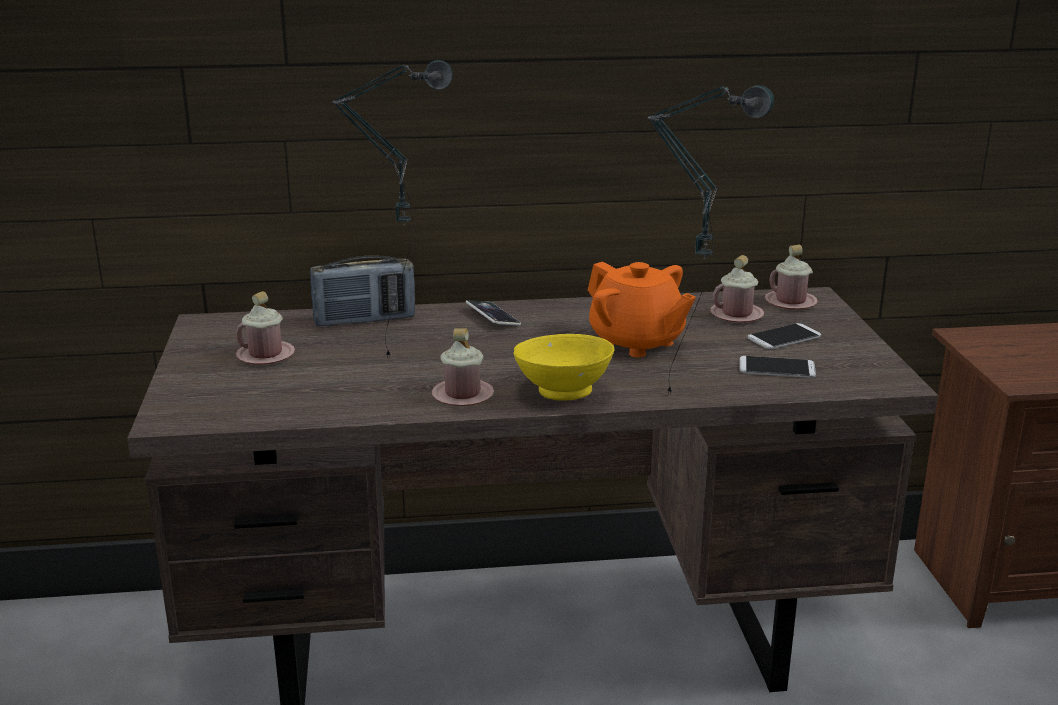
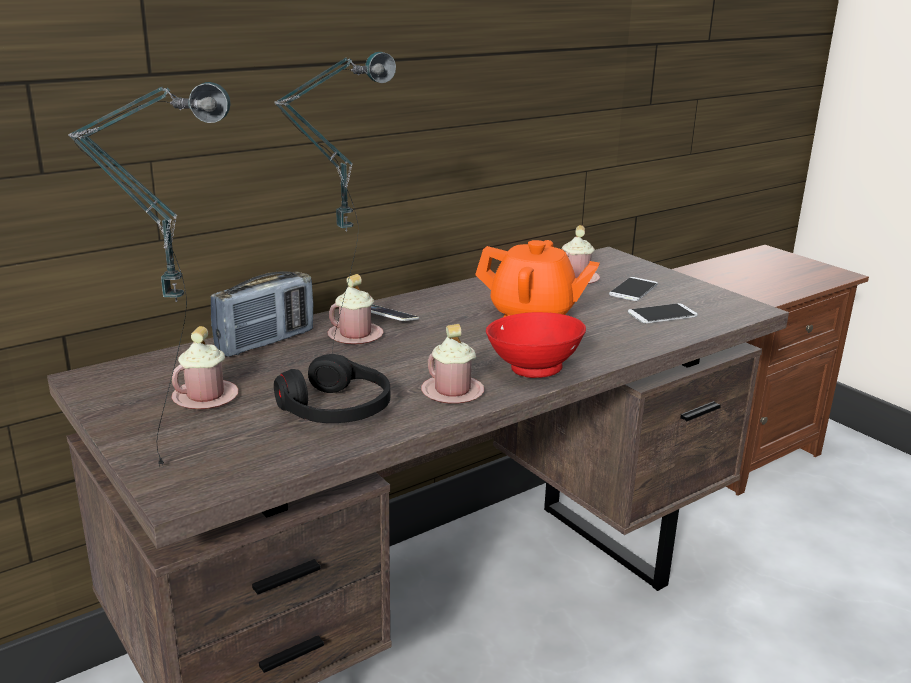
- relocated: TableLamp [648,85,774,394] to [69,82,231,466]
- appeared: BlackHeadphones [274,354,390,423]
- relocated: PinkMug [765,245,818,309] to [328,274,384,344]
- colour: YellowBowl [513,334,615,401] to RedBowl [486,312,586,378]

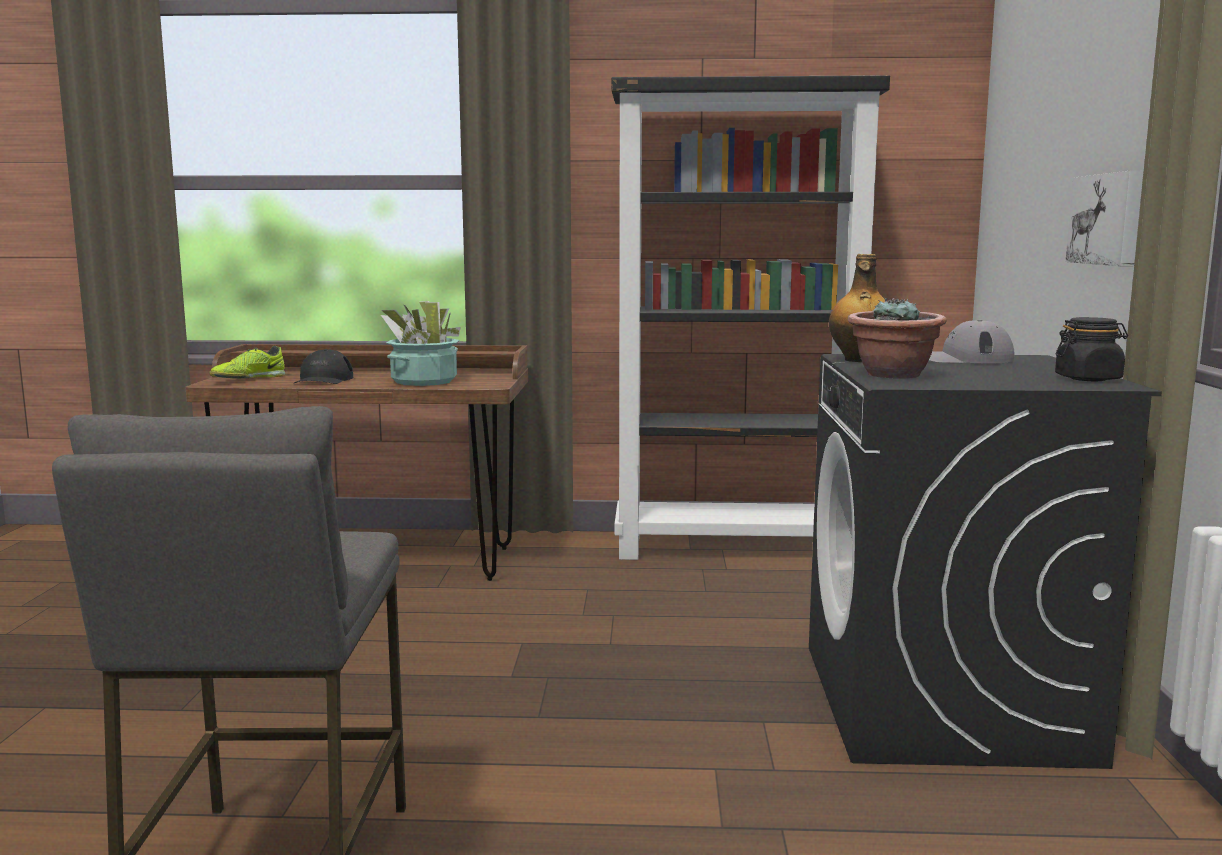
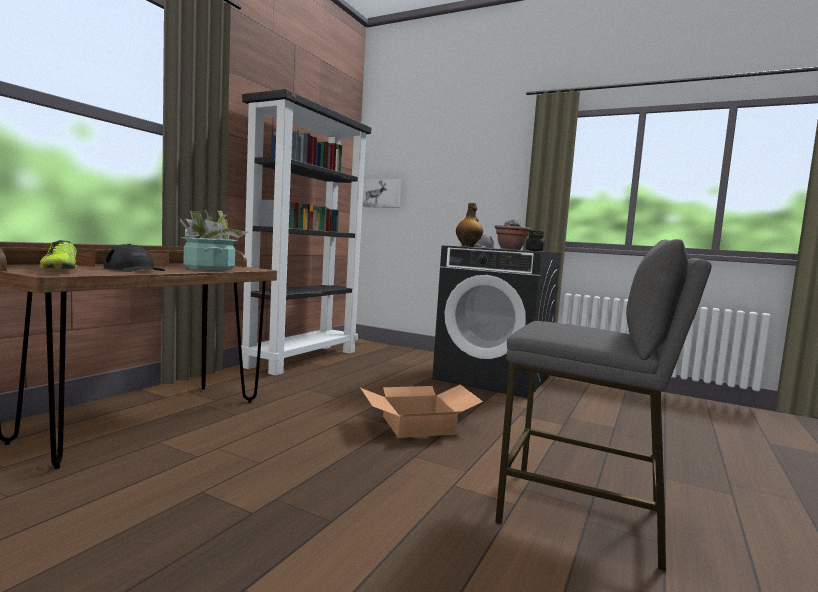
- appeared: CardboardBox [360,385,483,438]
- relocated: Picture [1065,171,1143,266] to [363,179,402,208]

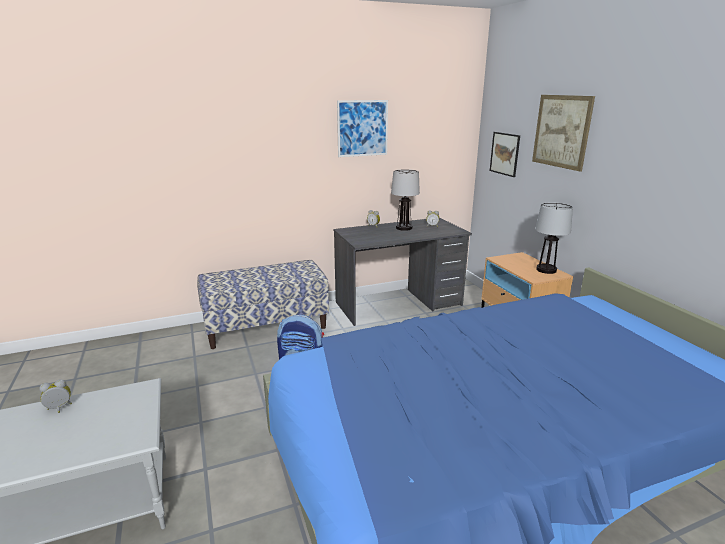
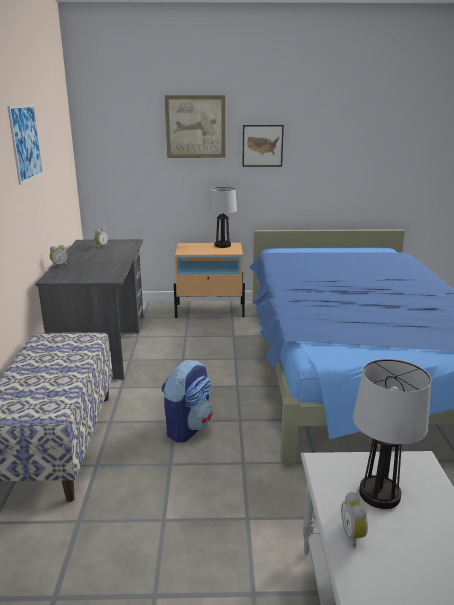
- relocated: Picture [490,132,520,177] to [242,125,284,167]
- relocated: TableLamp [391,169,420,231] to [353,359,431,509]

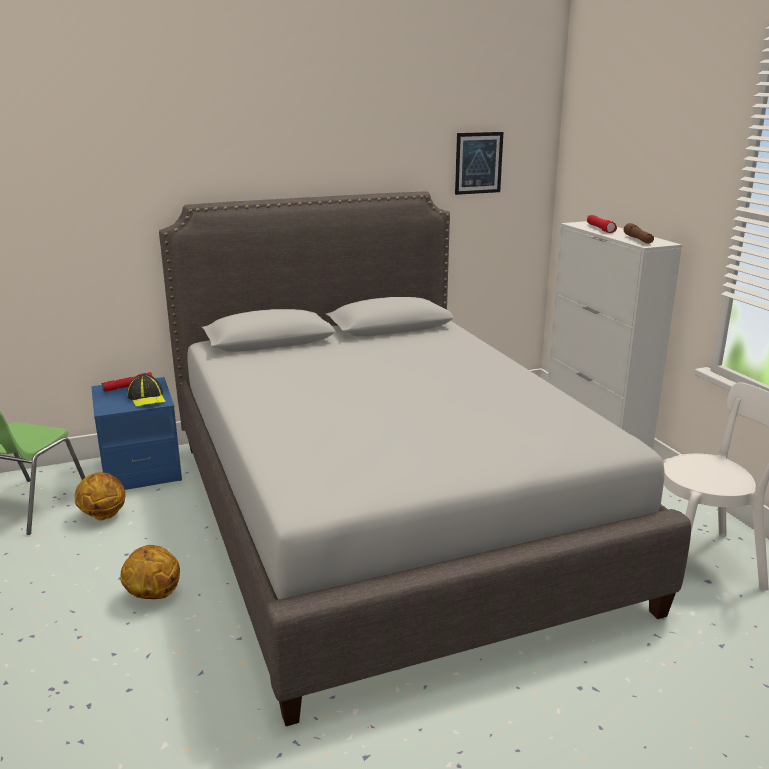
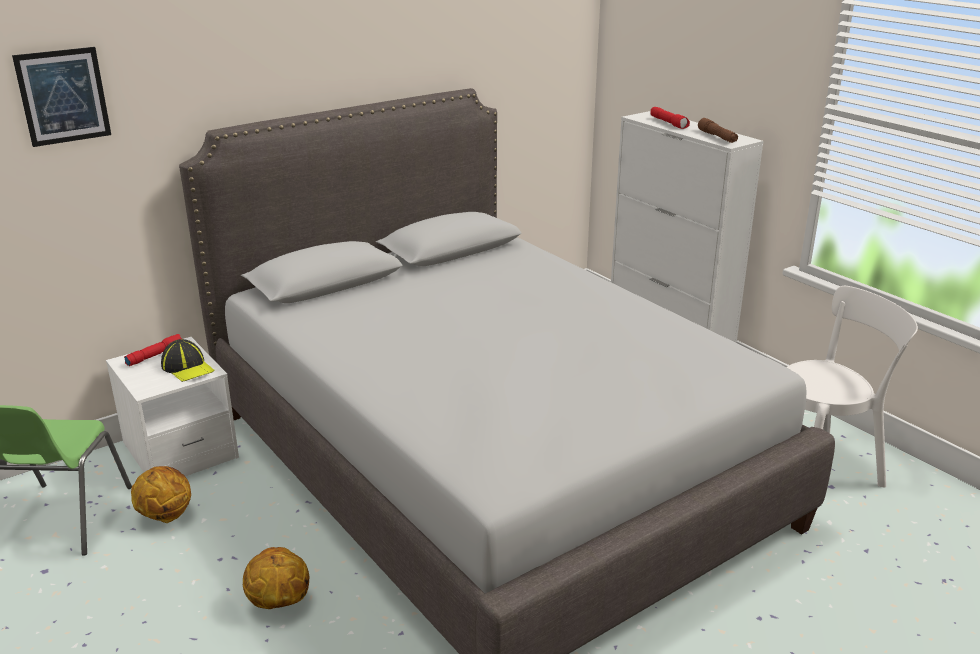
- relocated: Picture [455,132,503,195] to [12,47,111,147]
- colour: BlueNightstand [91,377,182,490] to WhiteNightstand [106,337,239,476]

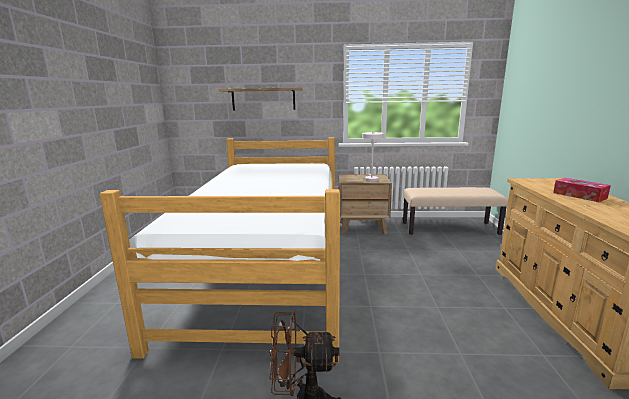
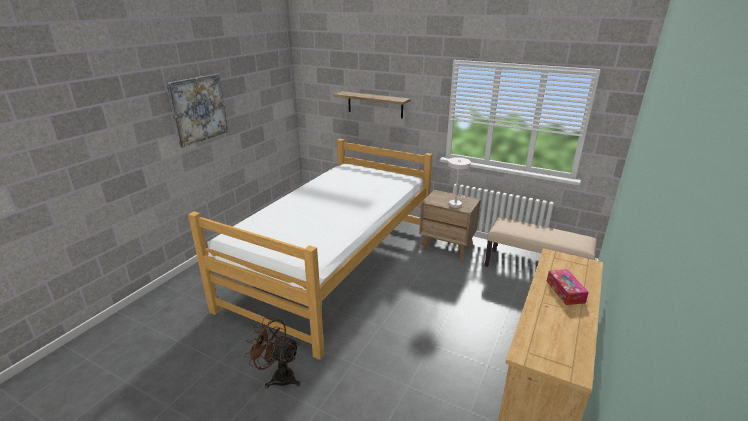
- appeared: Picture [166,74,228,148]

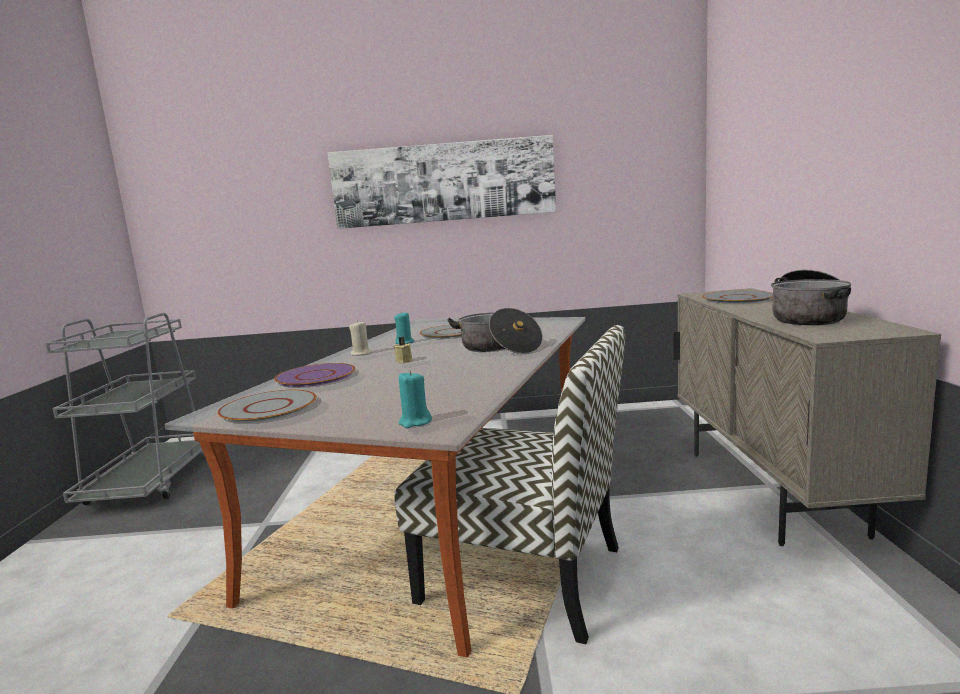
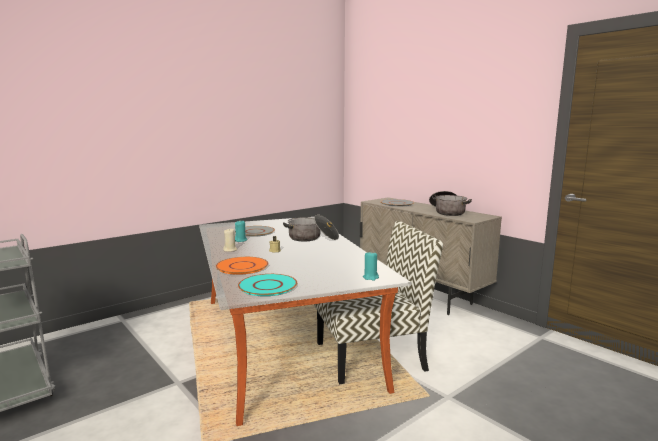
- colour: PurplePlate [274,363,355,387] to OrangePlate [216,257,268,275]
- colour: GreyPlate [217,390,316,423] to TurquoisePlate [238,274,297,296]
- missing: Picture [328,135,556,229]

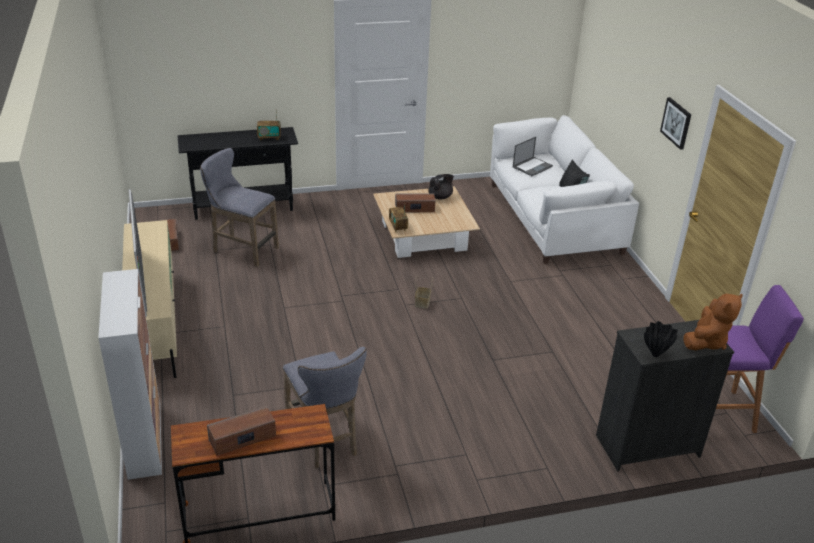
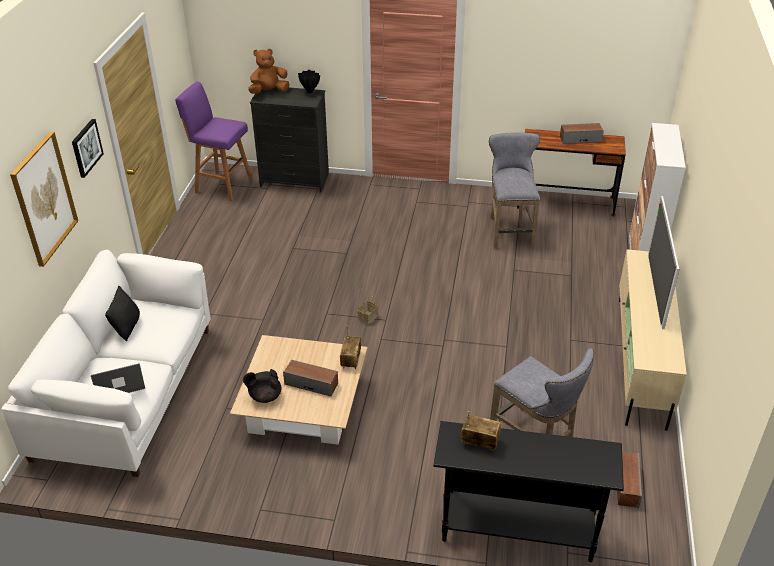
- appeared: Picture [10,132,78,267]

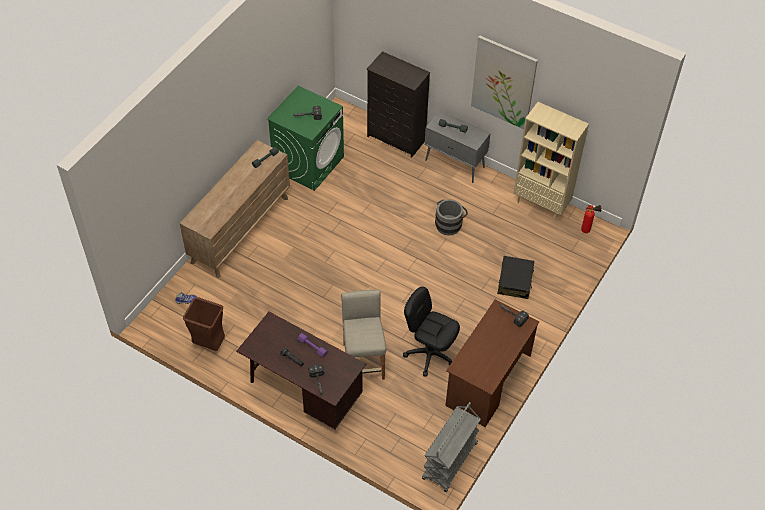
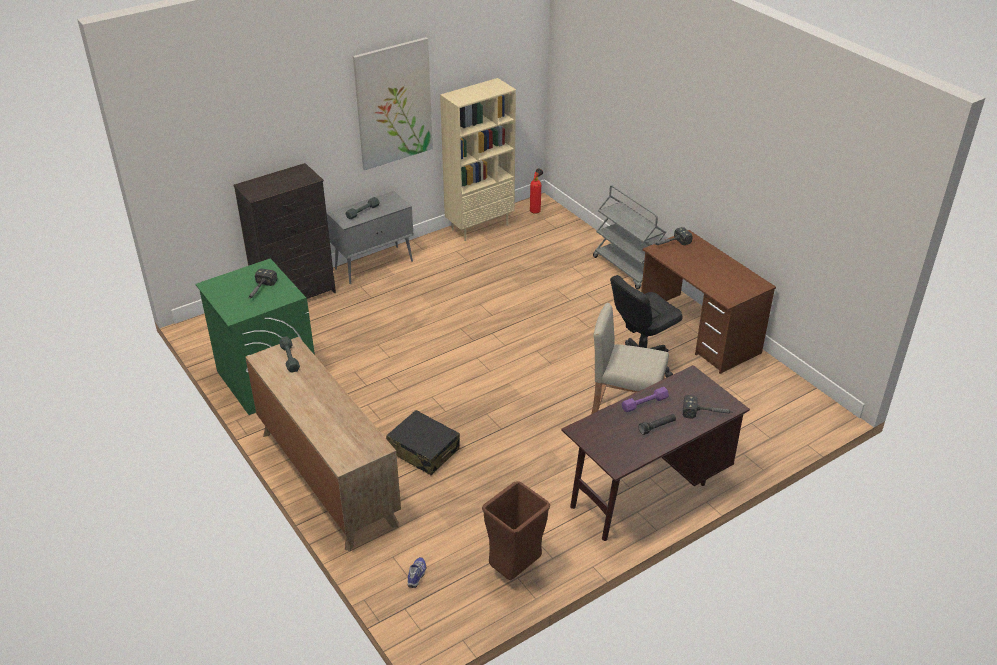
- relocated: BlackSuitcase [497,256,534,299] to [386,410,460,475]
- relocated: GreyCart [422,402,481,492] to [593,185,667,289]
- missing: GreyBucket [435,199,468,236]

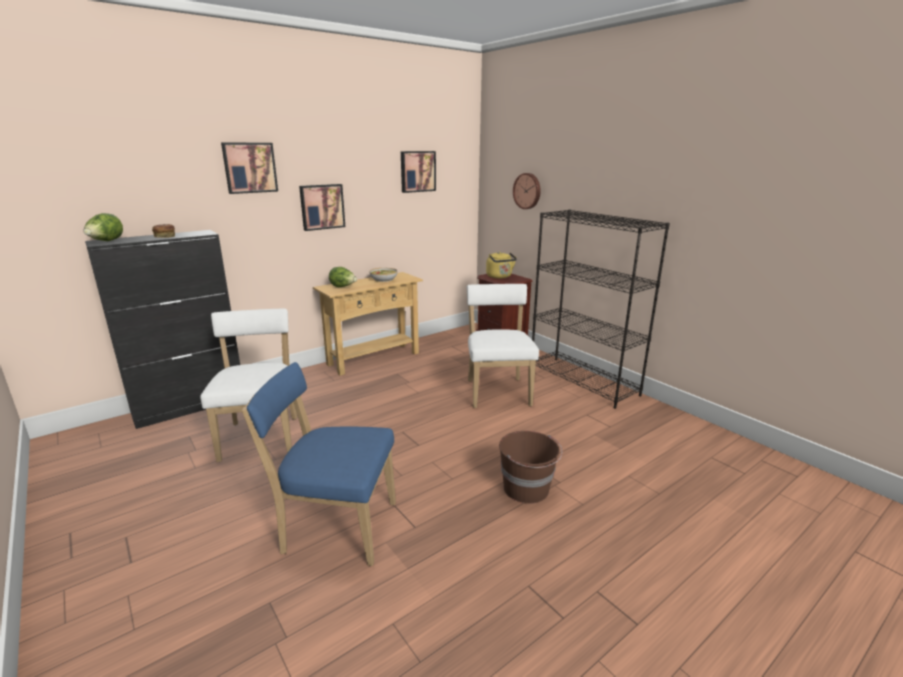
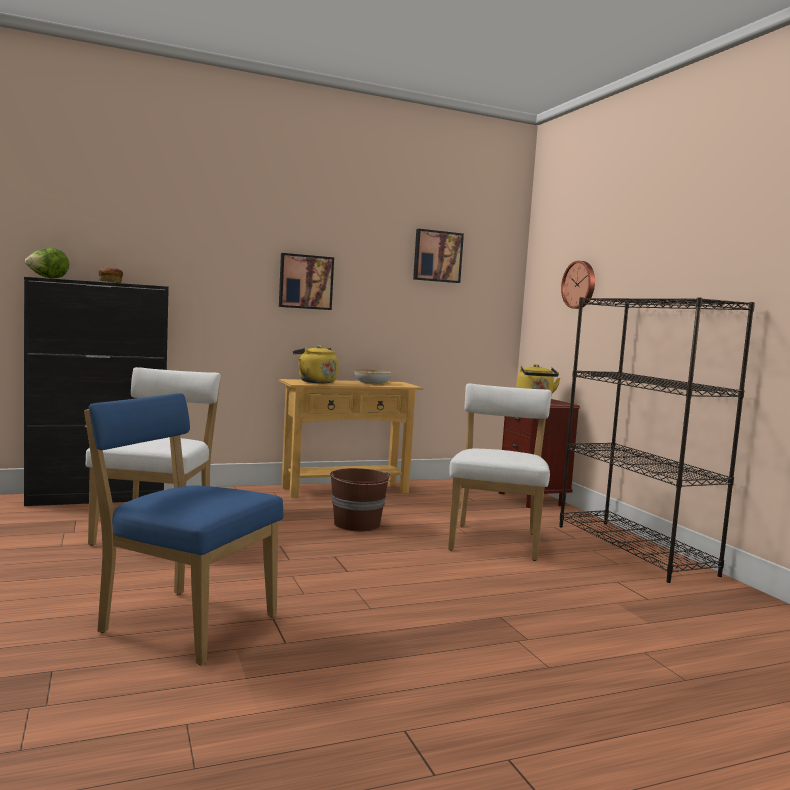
- exchanged: Lettuce [329,267,357,287] to YellowKettle [293,345,338,383]
- relocated: BrownBucket [499,431,562,504] to [330,468,392,531]
- missing: Picture [221,143,278,194]

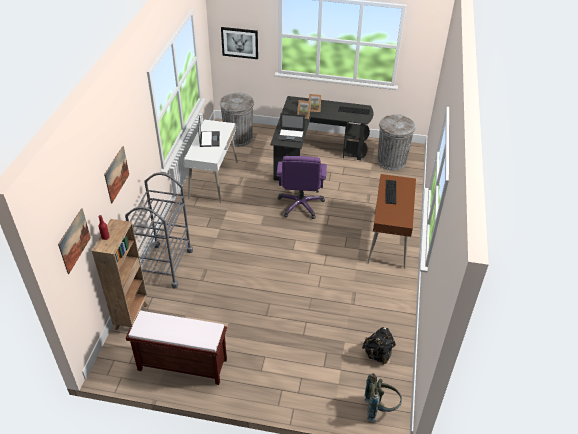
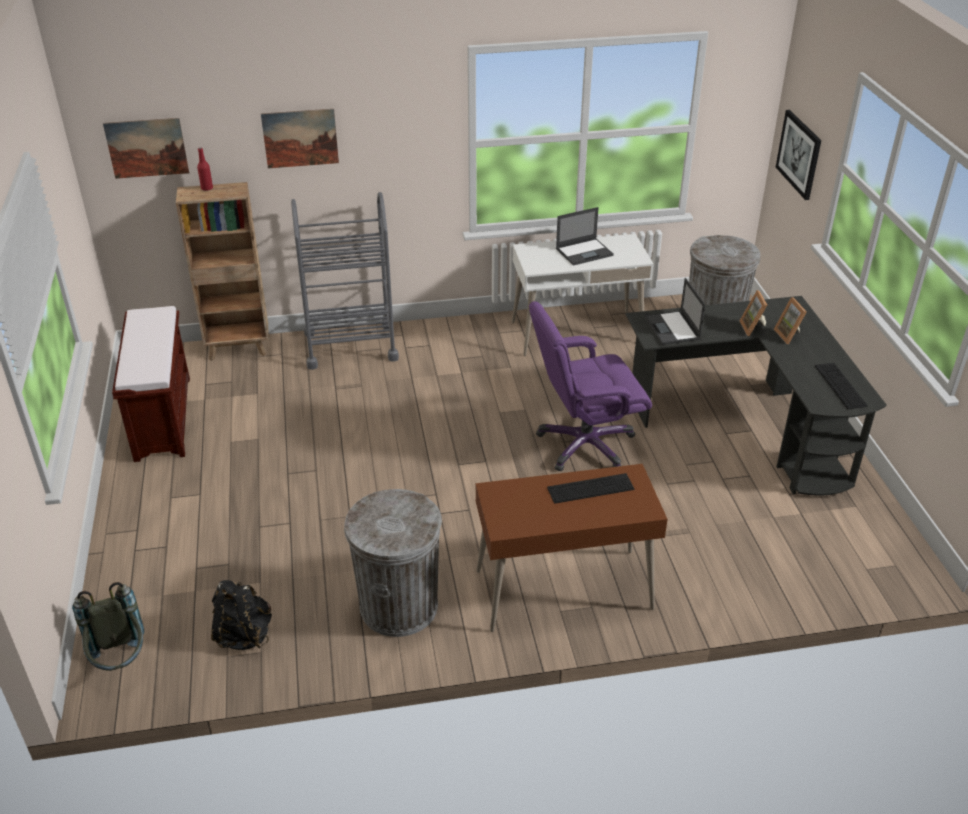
- relocated: GreyTrashCan [377,114,415,171] to [344,489,442,637]

